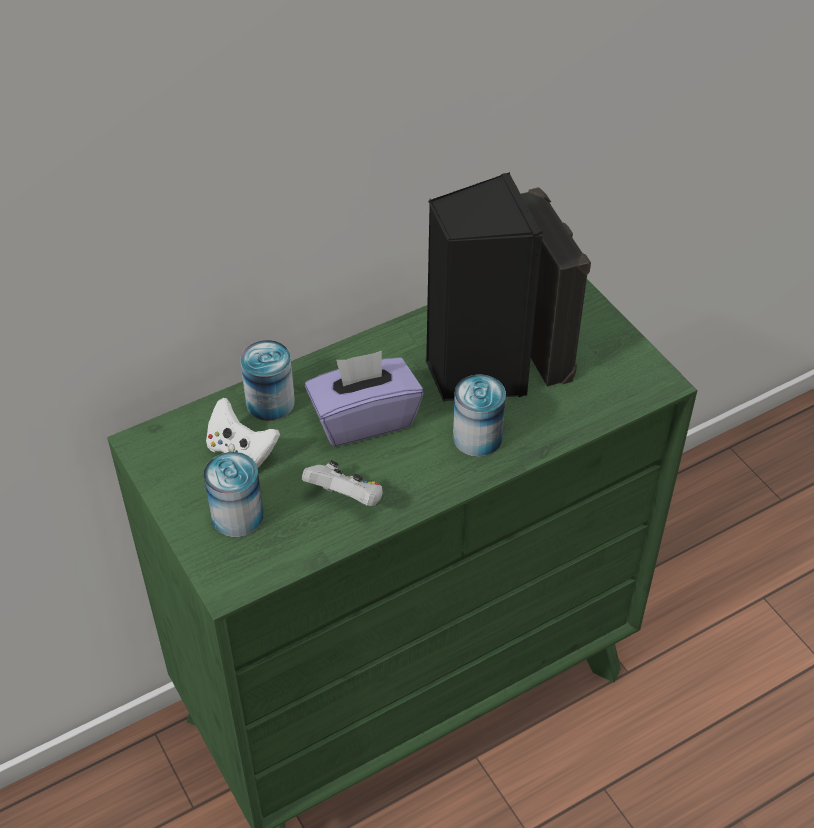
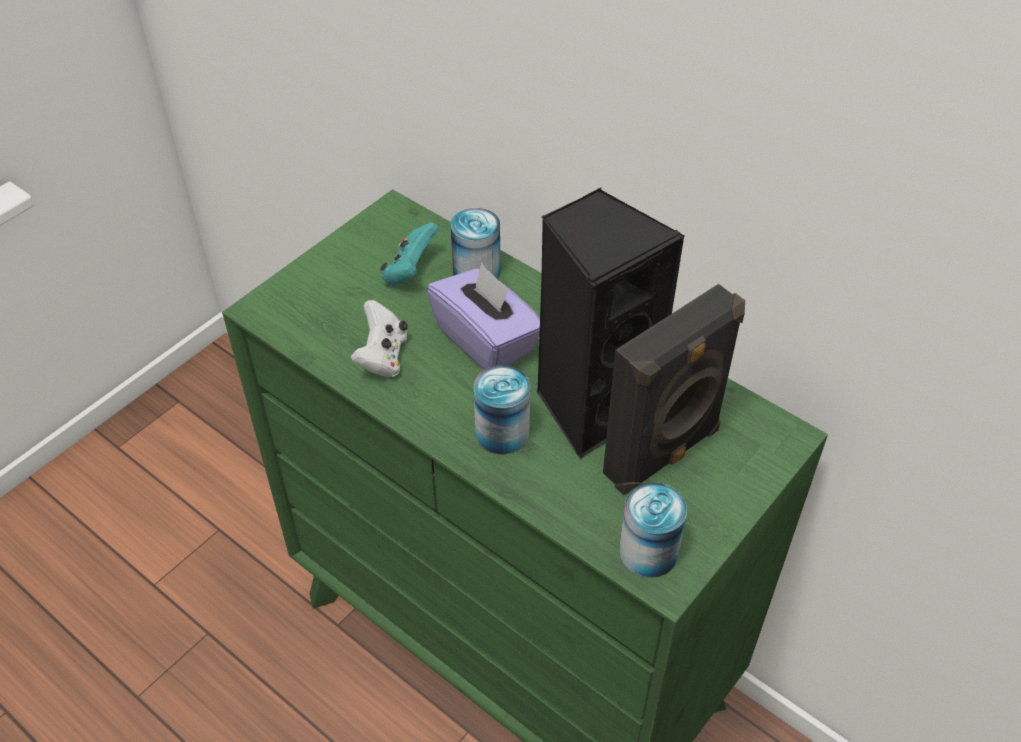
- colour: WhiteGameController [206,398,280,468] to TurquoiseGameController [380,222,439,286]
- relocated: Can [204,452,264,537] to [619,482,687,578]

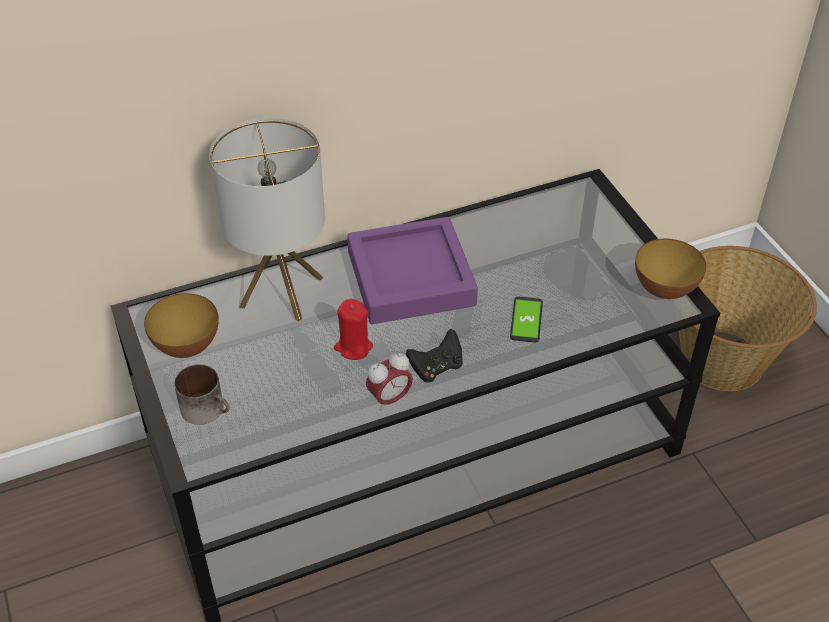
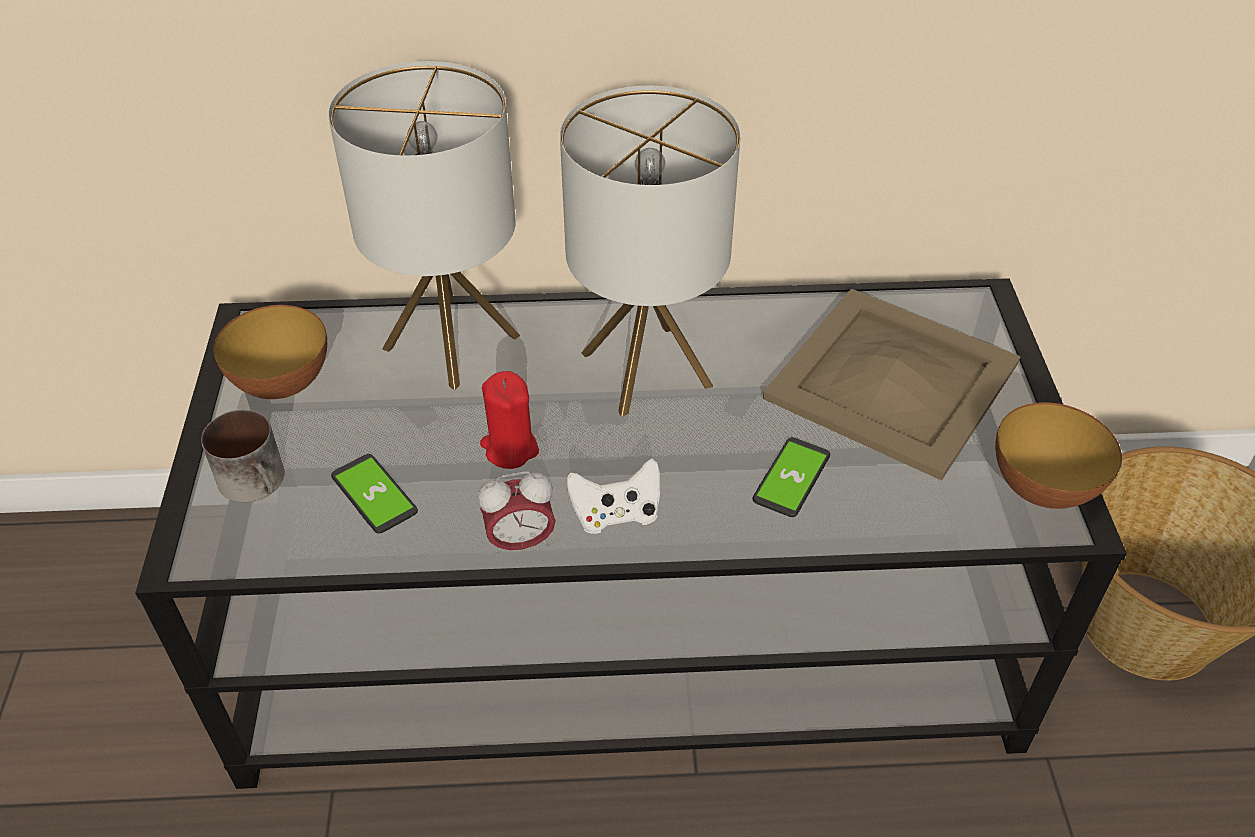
- appeared: Phone [331,454,418,534]
- exchanged: PurpleTray [347,217,478,324] to TableLamp [560,85,740,416]
- colour: BlackGameController [406,329,463,382] to WhiteGameController [566,458,660,534]
- appeared: BeigeTray [763,288,1021,481]

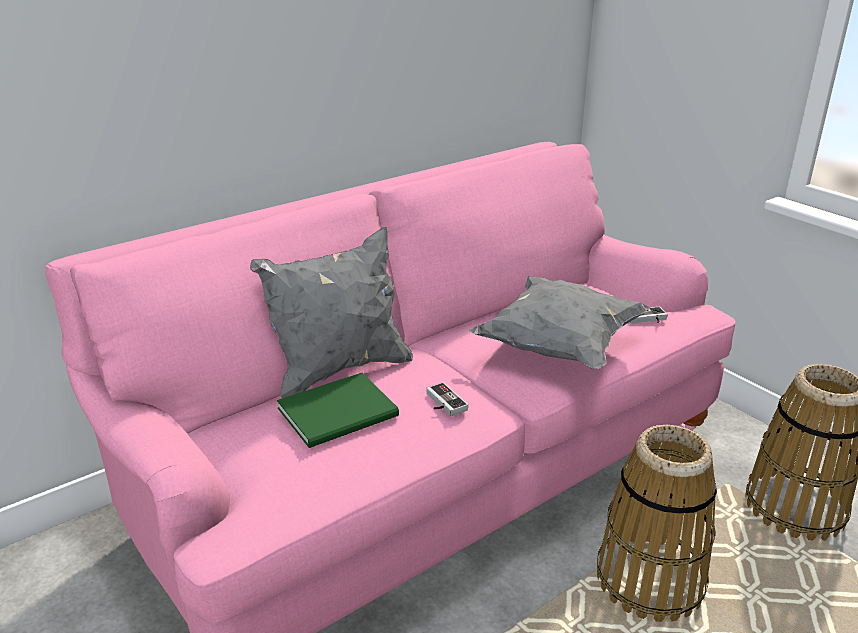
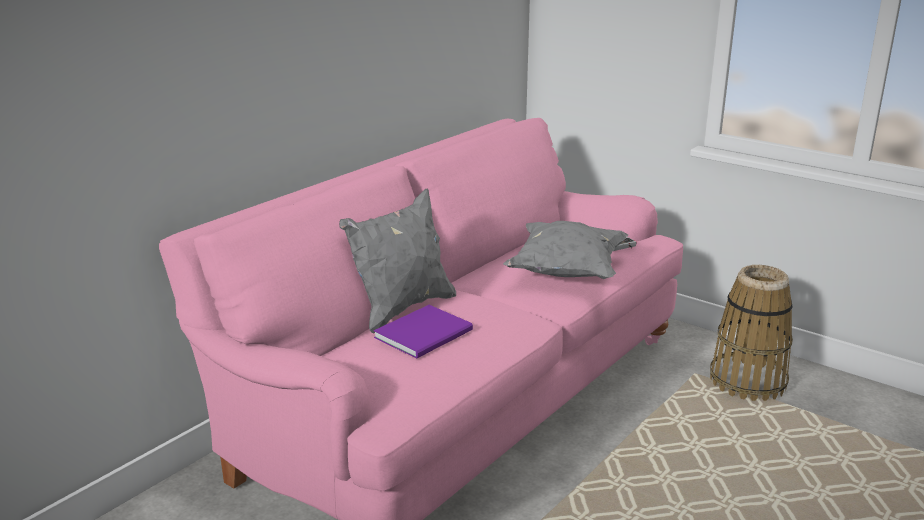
- colour: GreenBook [277,373,399,448] to PurpleBook [374,305,473,359]
- missing: GameController [426,382,468,416]
- missing: Basket [597,425,717,622]

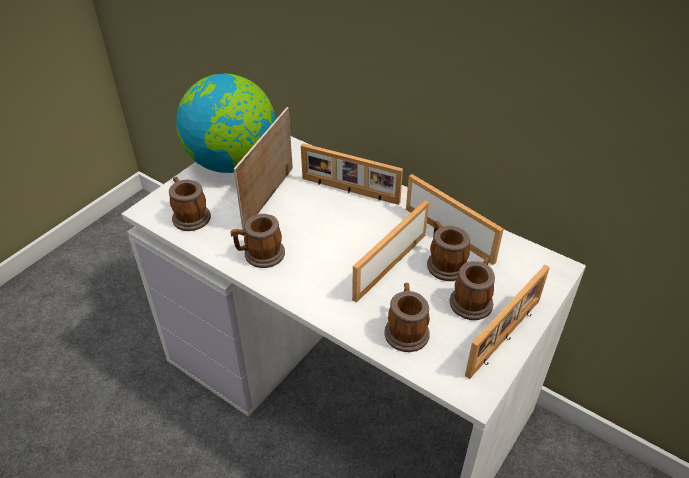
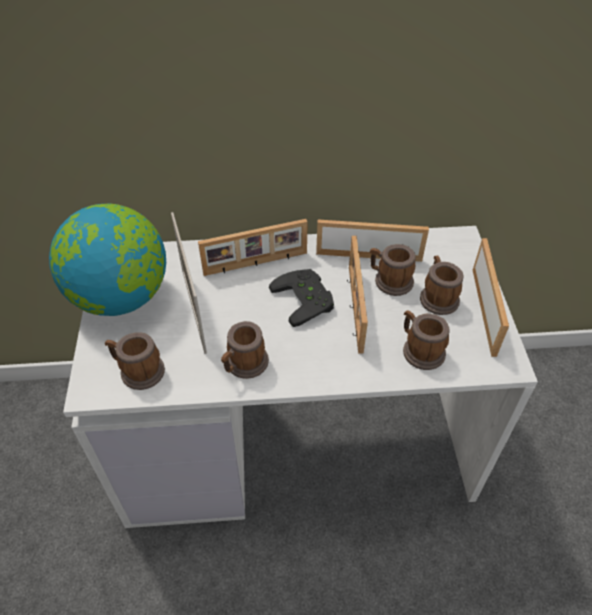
- appeared: BlackGameController [269,269,334,327]

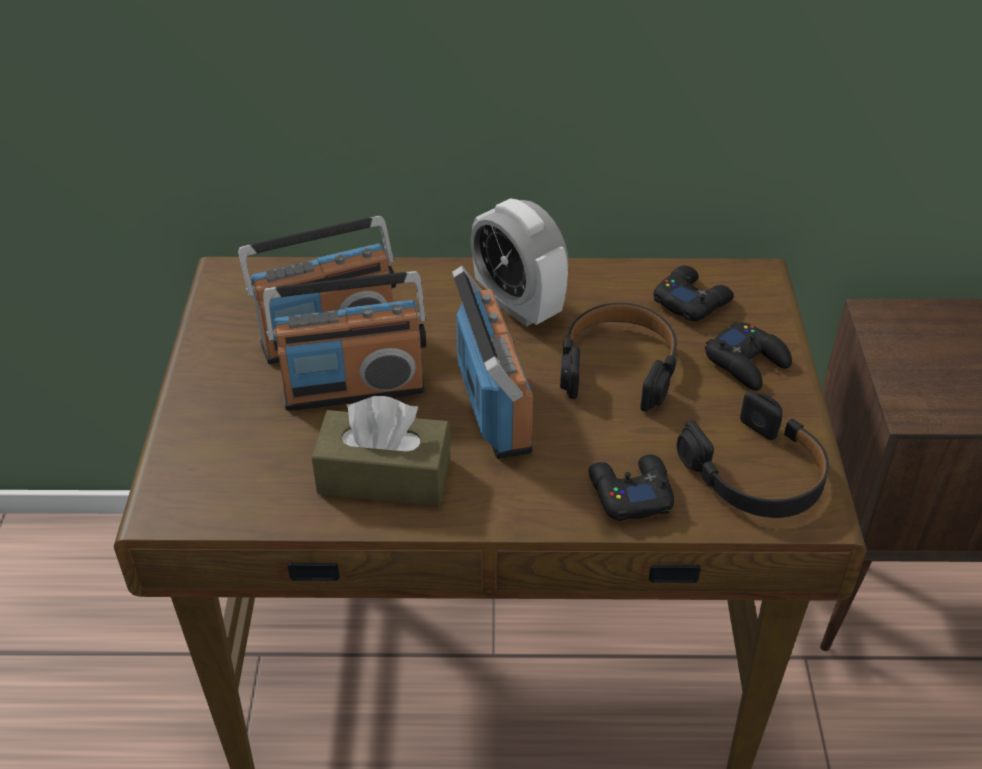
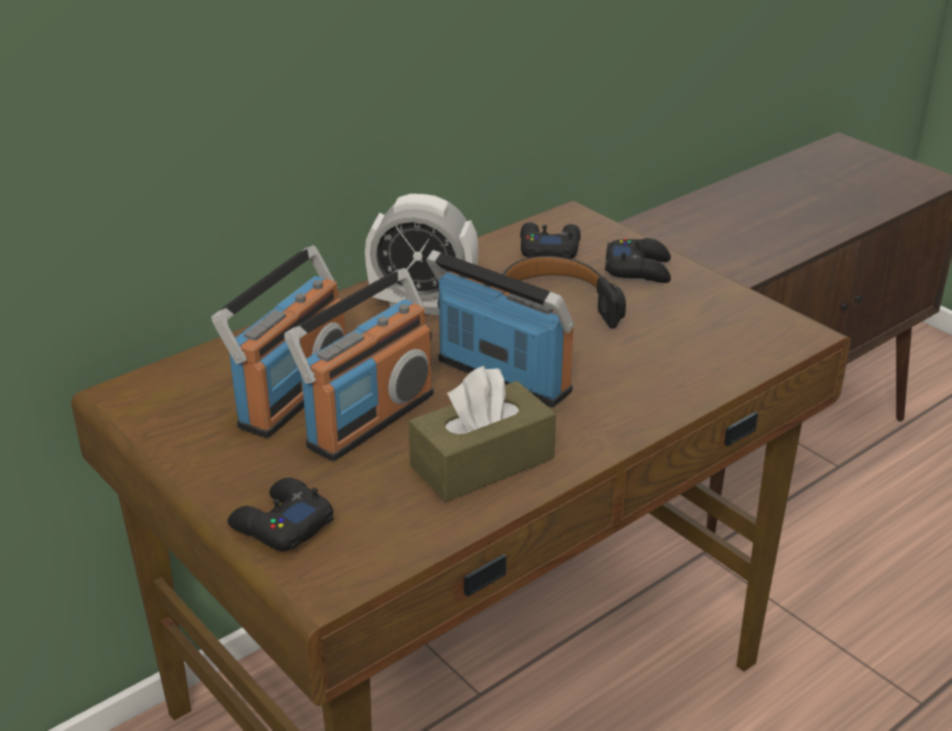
- relocated: BlackGameController [589,454,674,521] to [227,478,334,551]
- missing: BlackHeadphones [677,391,829,518]

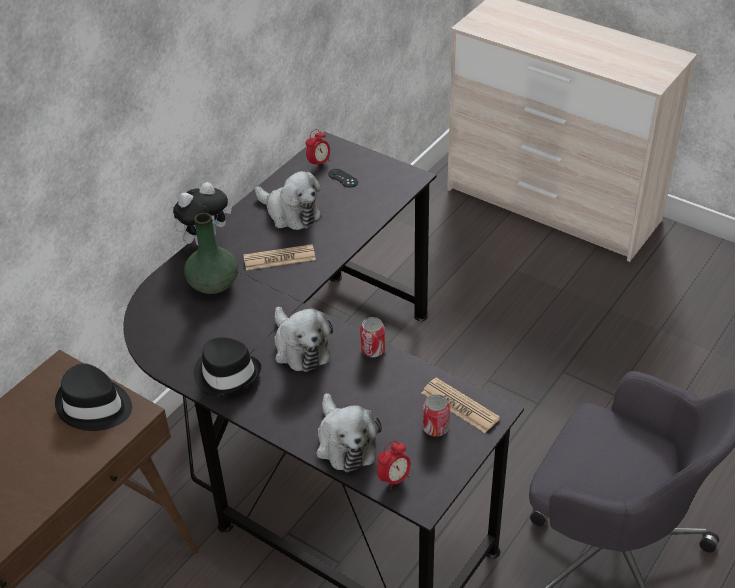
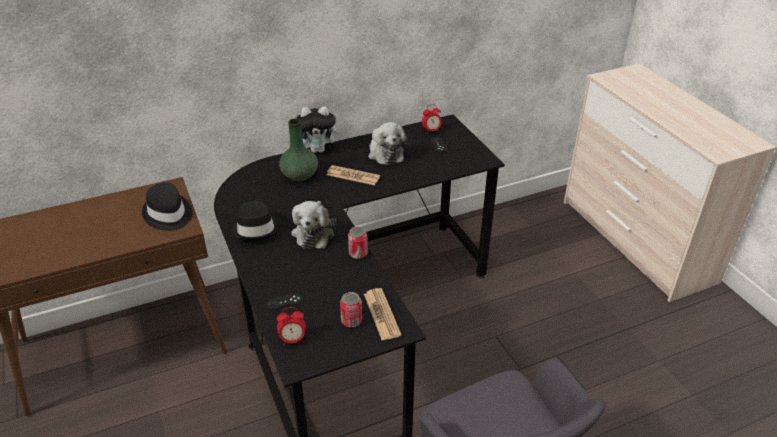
- exchanged: PlushToy [316,393,382,472] to BlackGameController [267,293,303,310]

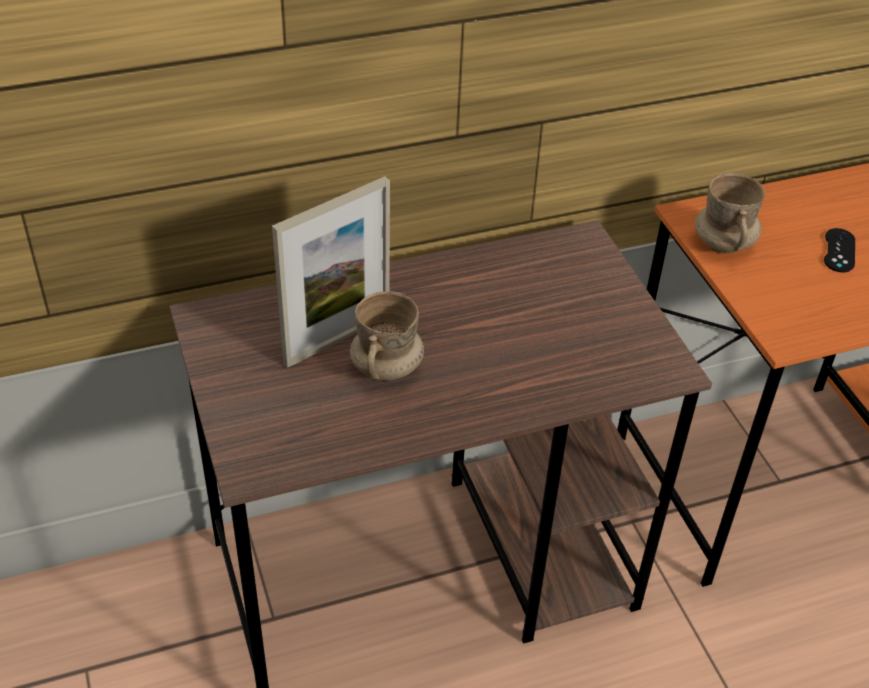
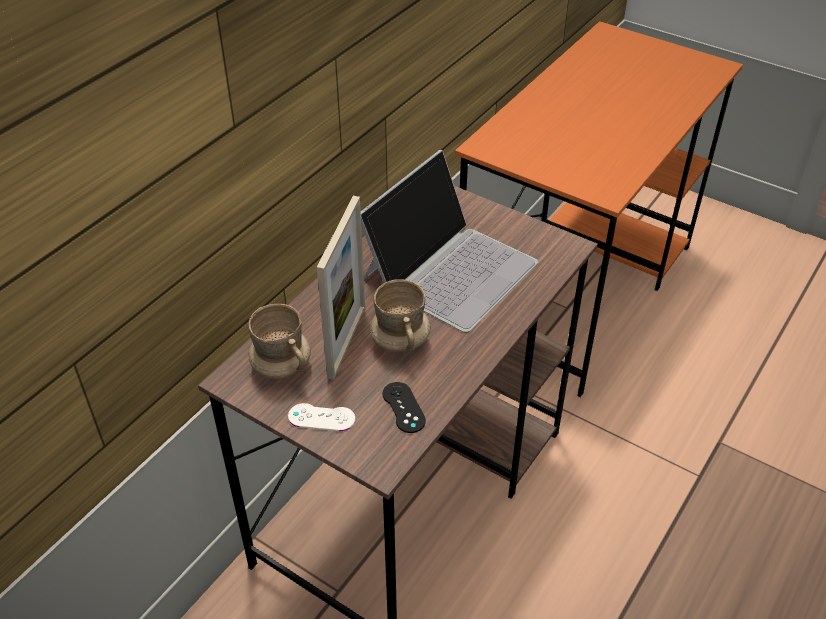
- relocated: BeigeMug [695,173,765,254] to [249,304,311,379]
- appeared: WhiteGameController [288,403,355,431]
- appeared: Laptop [361,150,538,332]
- relocated: BlackGameController [824,228,855,273] to [382,382,426,433]

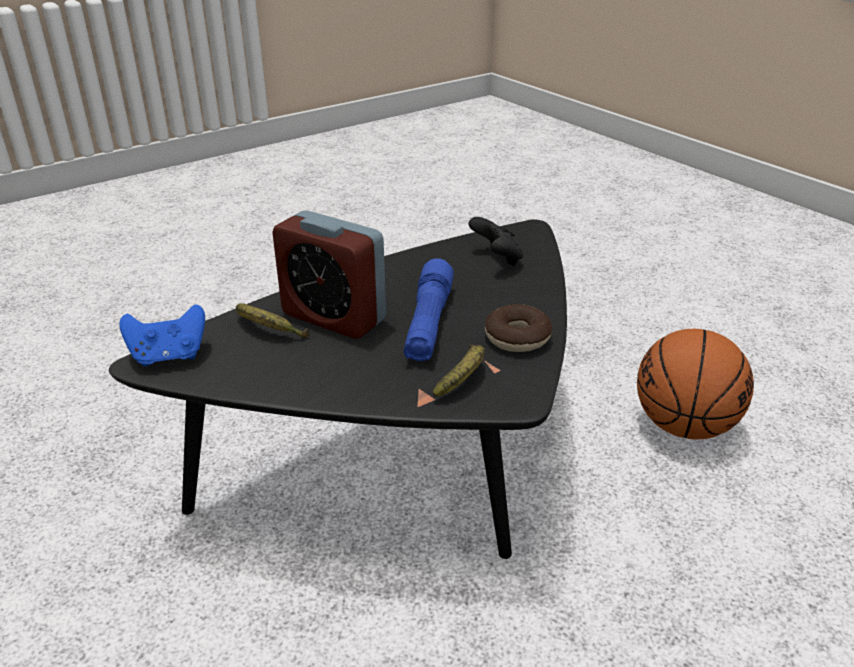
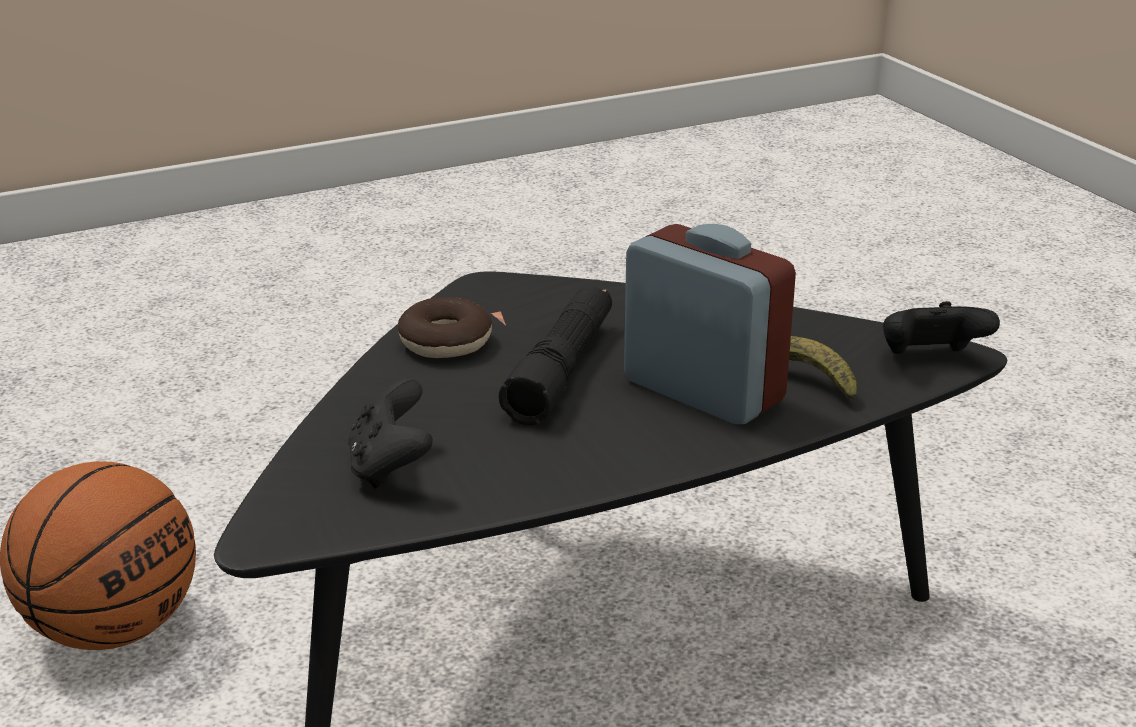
- colour: BlueFlashlight [404,259,454,361] to BlackFlashlight [499,286,612,425]
- colour: BlueGameController [119,304,205,367] to BlackGameController [883,301,1000,354]
- missing: Banana [432,344,485,397]

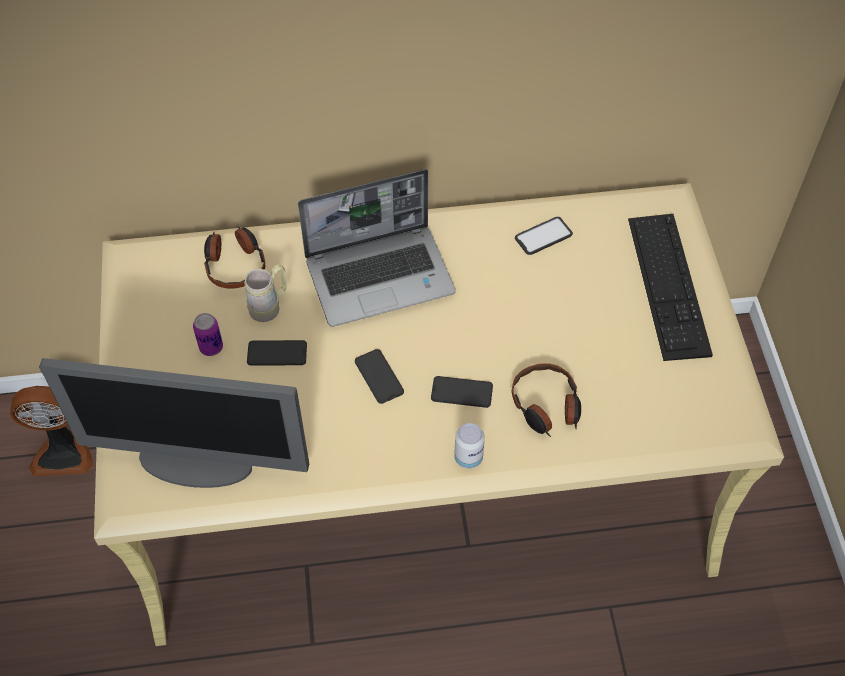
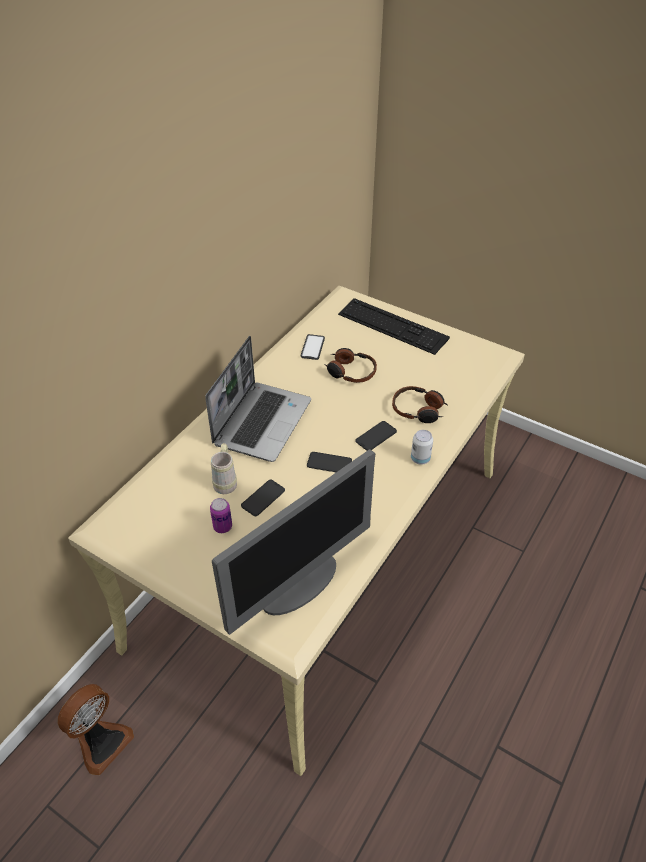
- relocated: Headphones [204,226,265,289] to [324,348,377,383]

